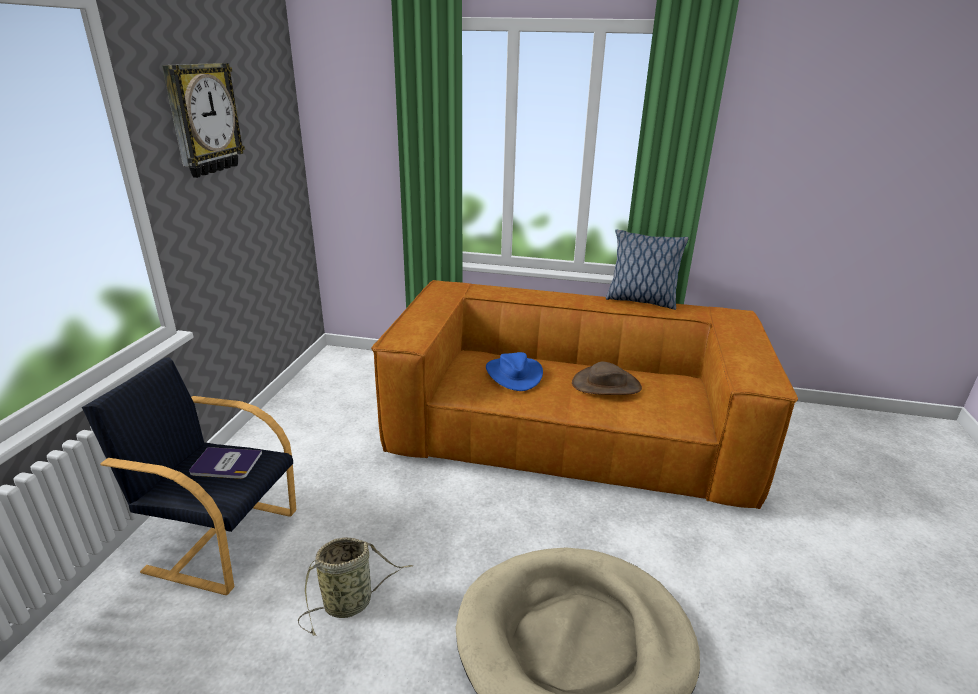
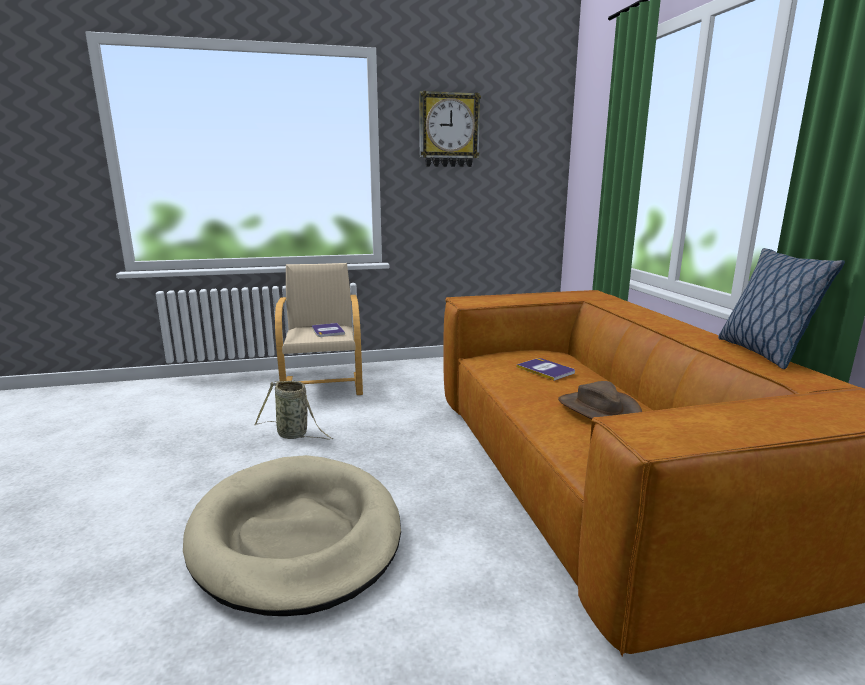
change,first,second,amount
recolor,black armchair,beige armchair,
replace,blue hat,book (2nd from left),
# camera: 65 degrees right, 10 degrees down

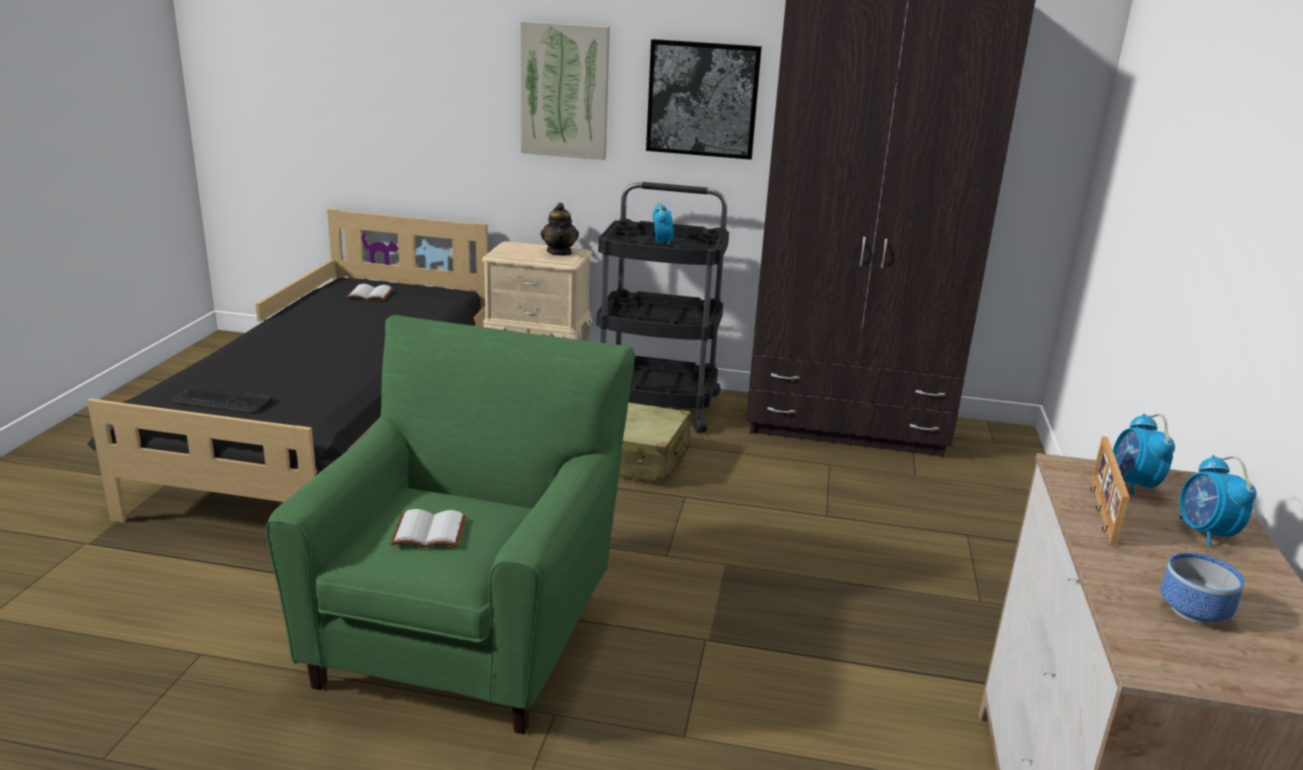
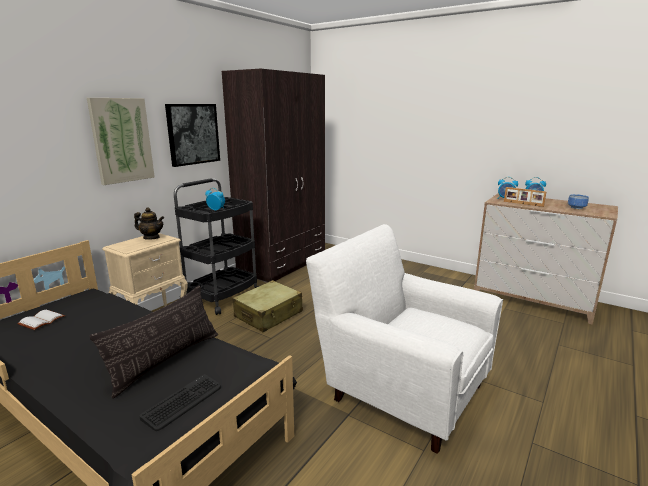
change,first,second,amount
recolor,green armchair,white armchair,
delete,white book (2nd from left),,
insert,,pillow,
# camera: 65 degrees left, 5 degrees down

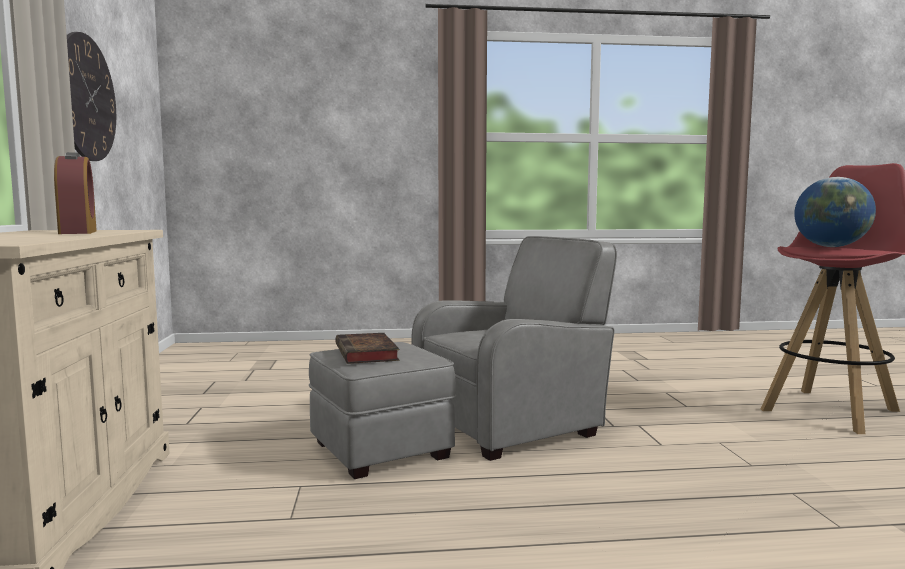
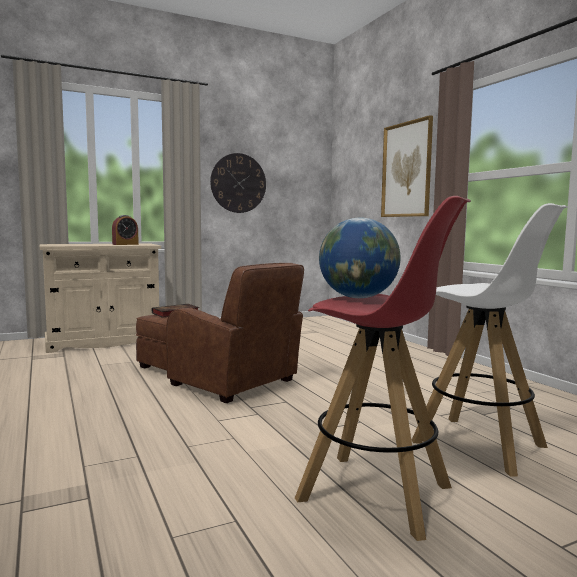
change,first,second,amount
recolor,grey armchair,brown armchair,
insert,,picture,
insert,,white stool,
# camera: 70 degrees right, 0 degrees up

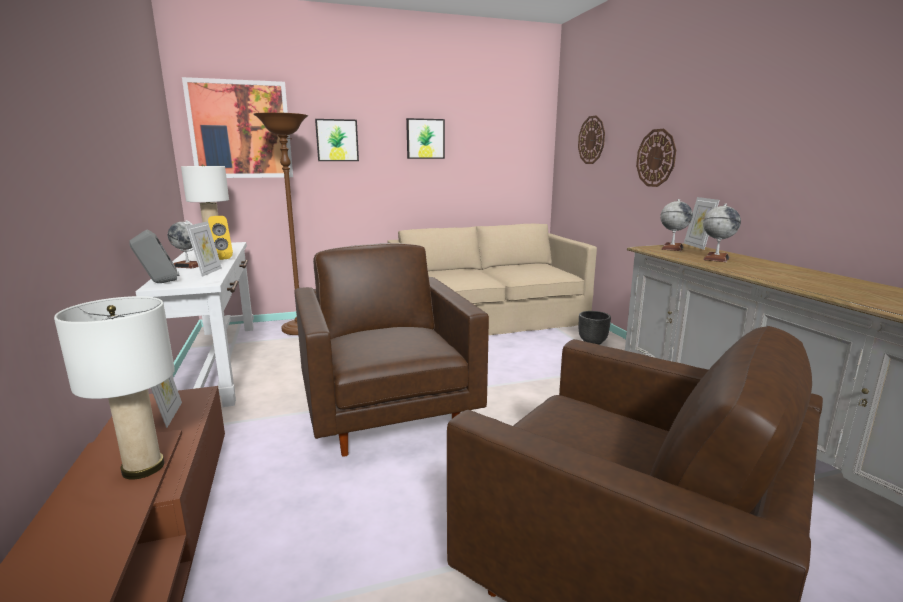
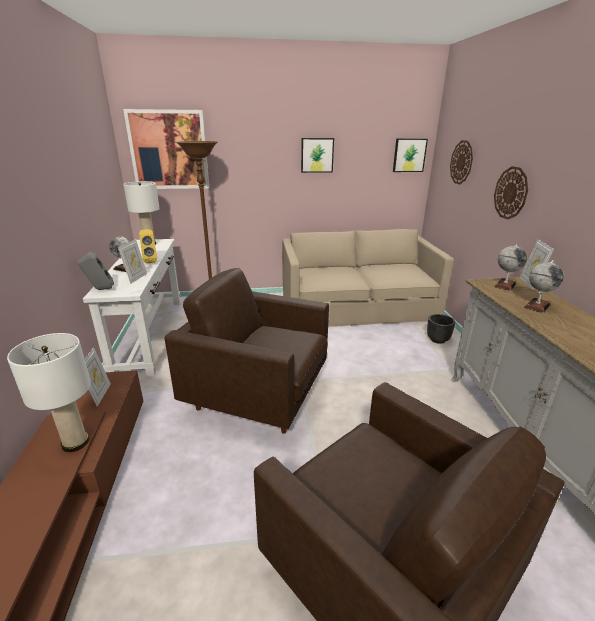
change,first,second,amount
rotate,brown armchair (1st from left),,60 degrees counterclockwise
move,picture (2nd from left in the first image),picture (3rd from left),
# camera: 10 degrees right, 10 degrees up

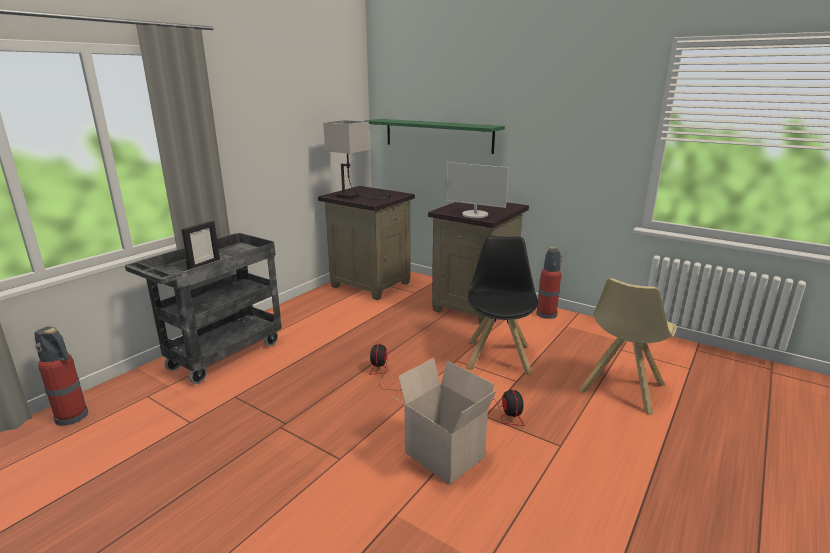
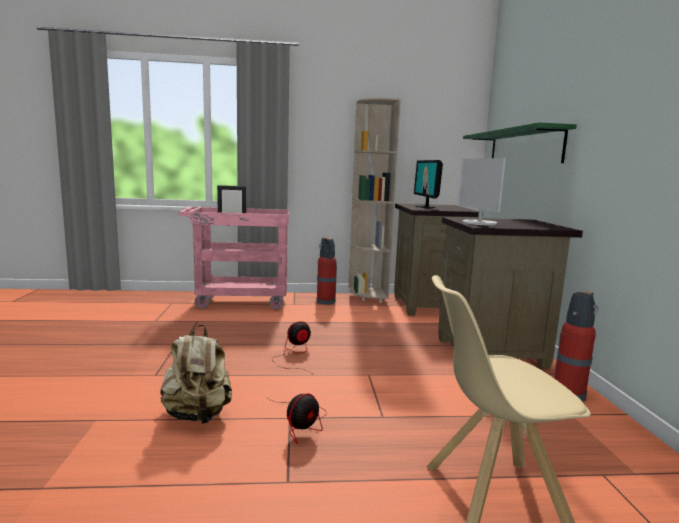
change,first,second,amount
move,fire extinguisher (1st from left),,
recolor,black cart,pink cart,
replace,table lamp,monitor (1st from left),
replace,cardboard box,beige backpack,
delete,black chair,,
insert,,beige bookcase,
# camera: 50 degrees right, 10 degrees down

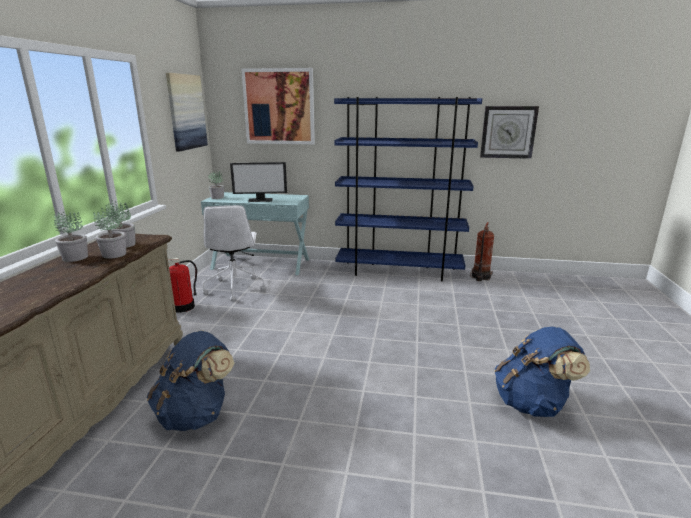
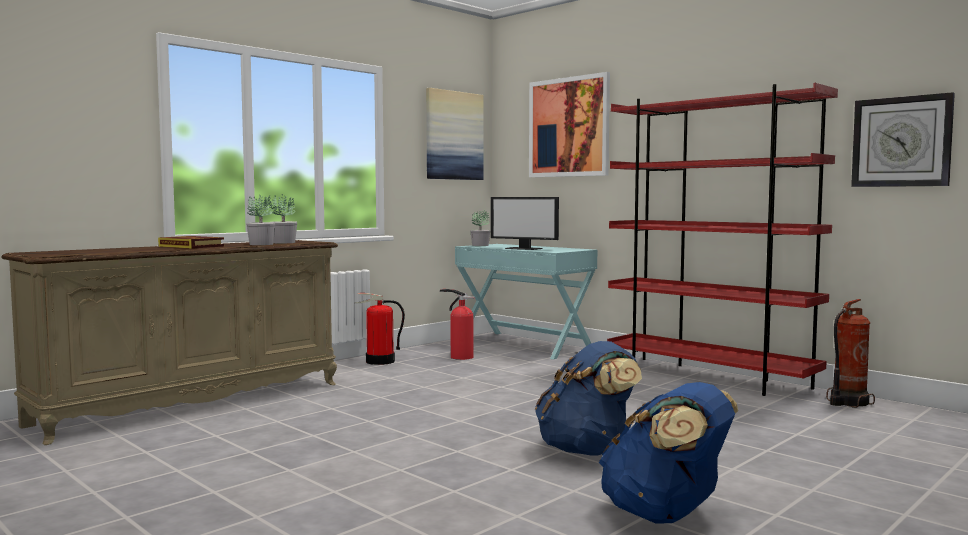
change,first,second,amount
delete,potted plant (1st from left),,
move,blue backpack (1st from left),,
replace,white office chair,fire extinguisher (2nd from left),
recolor,blue bookcase,red bookcase,
insert,,book,
# camera: 35 degrees right, 15 degrees down

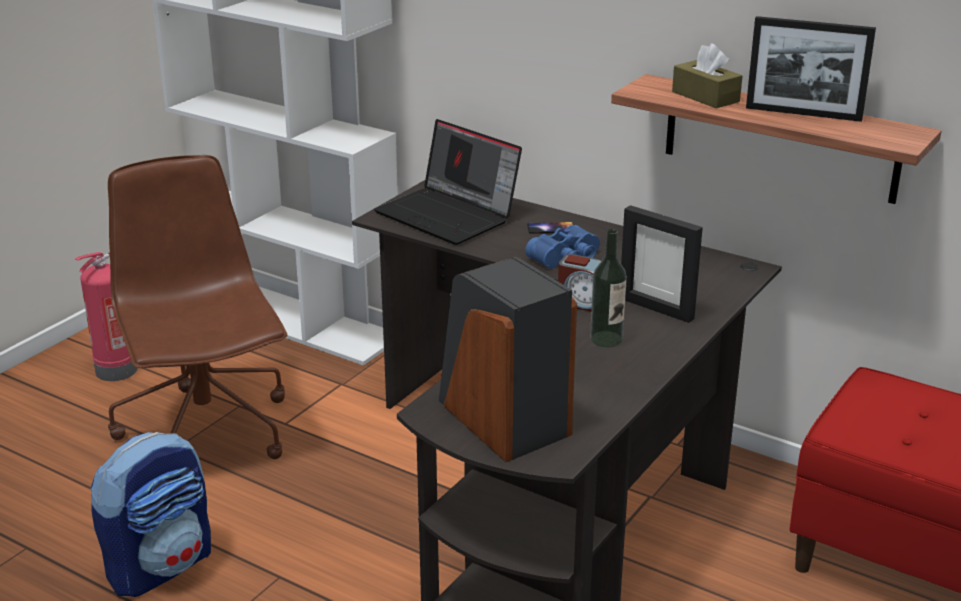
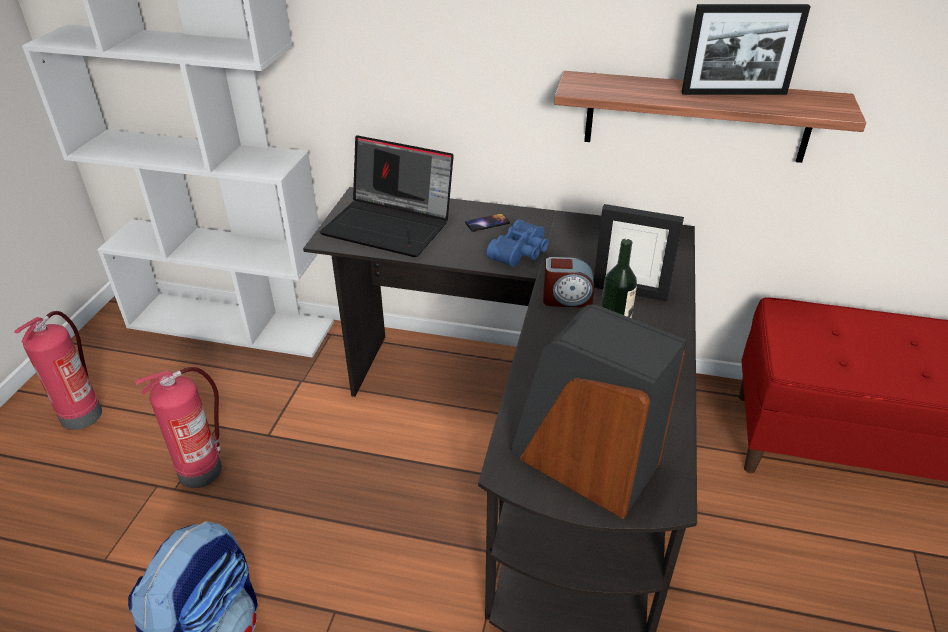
change,first,second,amount
replace,brown office chair,fire extinguisher (2nd from left),
delete,brown tissue box,,
# camera: 20 degrees left, 10 degrees up

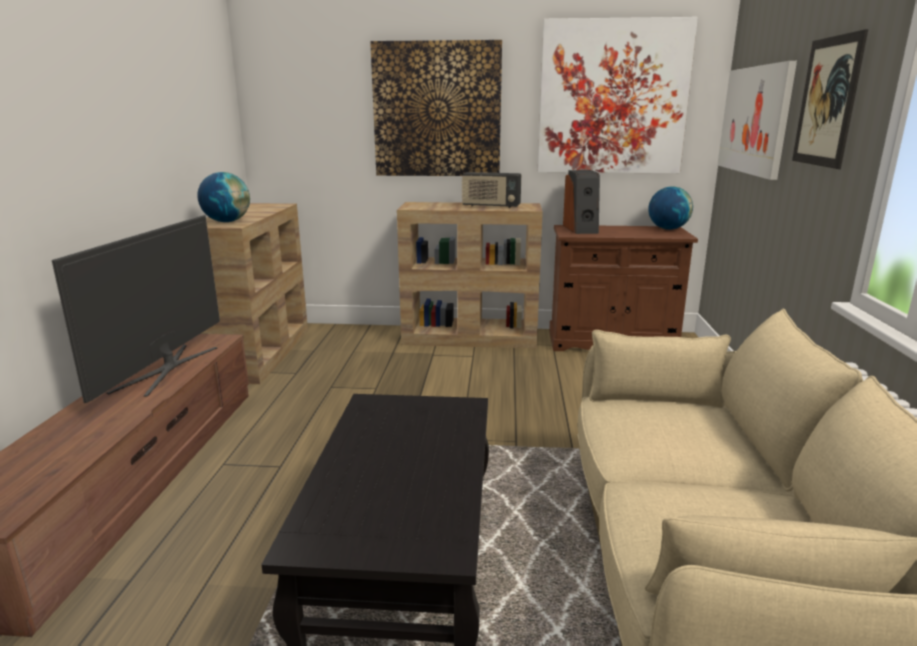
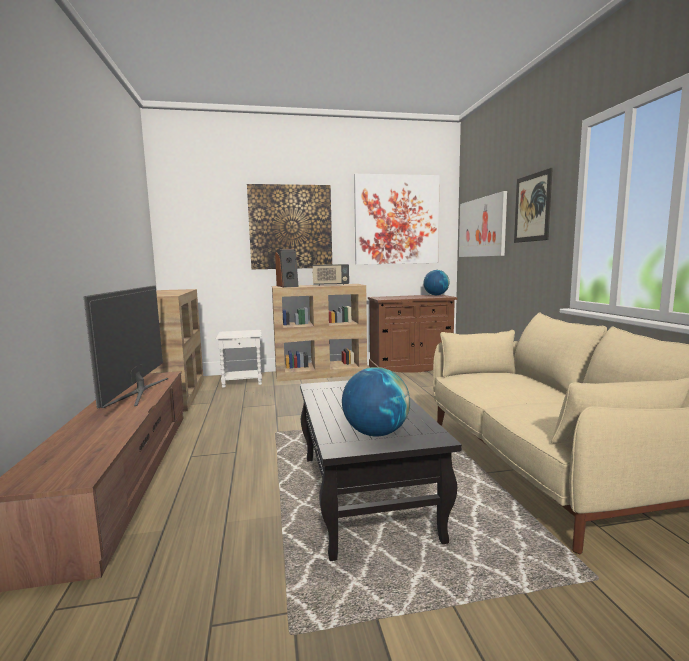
change,first,second,amount
move,globe (1st from left),,
move,speaker,,
insert,,white side table,
# camera: 15 degrees left, 10 degrees down

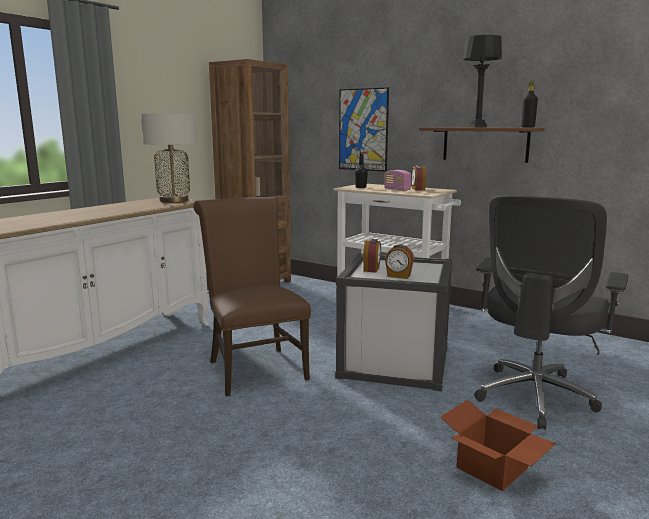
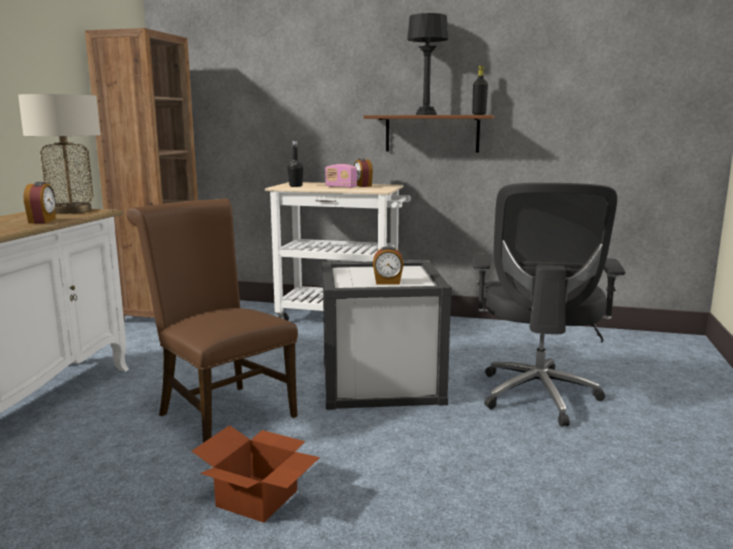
change,first,second,amount
delete,picture,,
move,alarm clock (1st from left),,
move,cardboard box,,
# camera: 20 degrees left, 0 degrees up

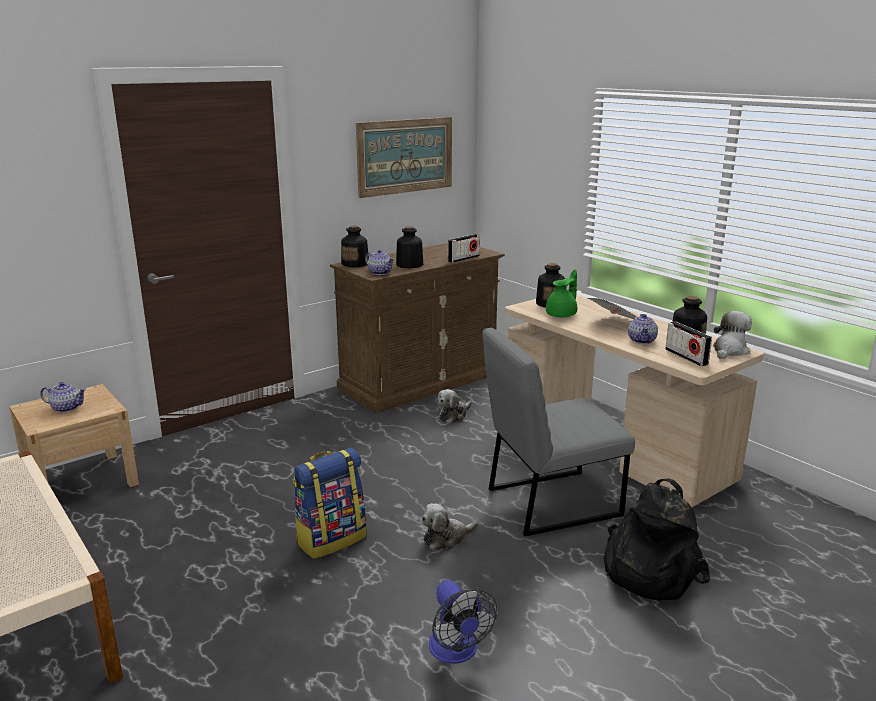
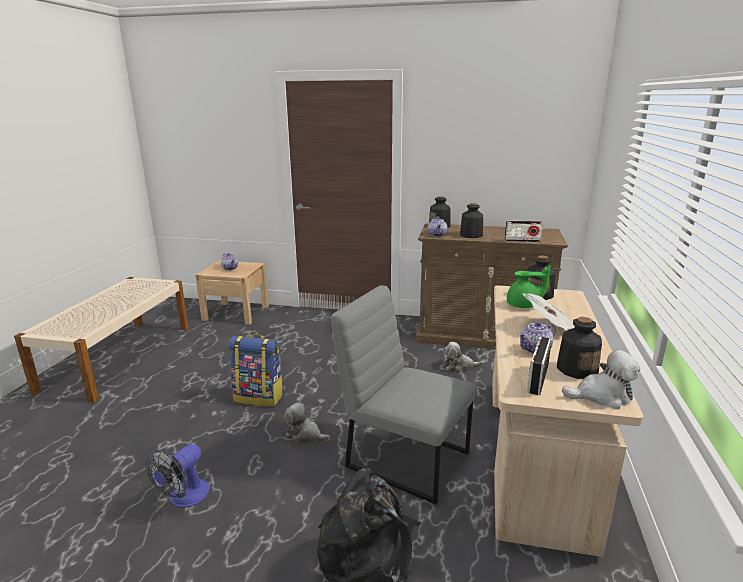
change,first,second,amount
delete,picture,,
# camera: 50 degrees right, 0 degrees up

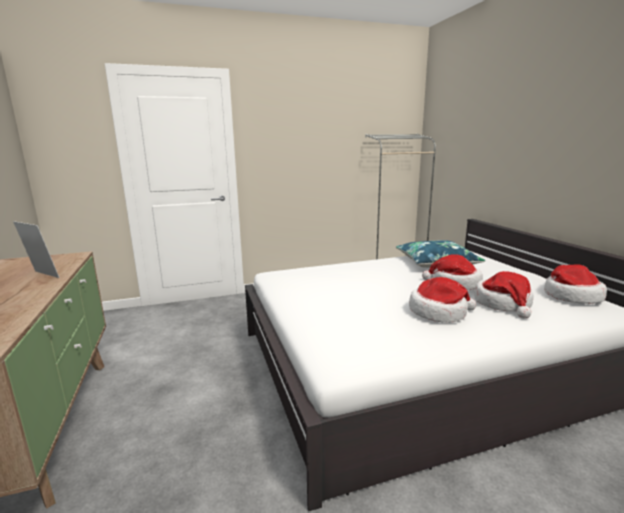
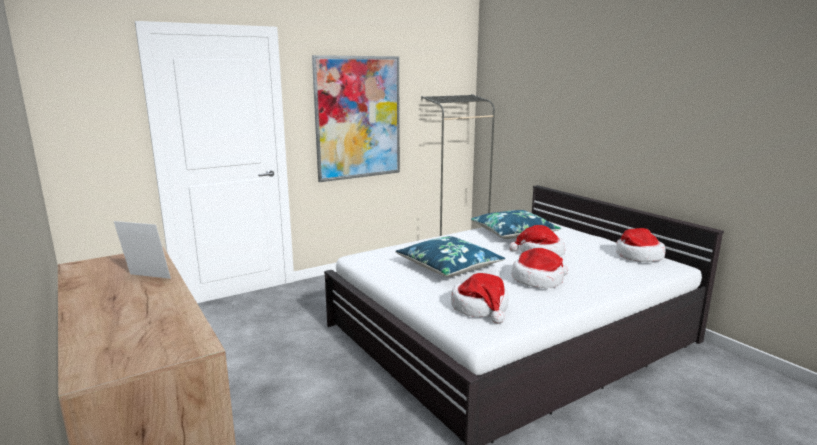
change,first,second,amount
move,hat (3rd from left in the first image),hat (1st from left),
insert,,picture,
insert,,blue pillow (1st from left),
# camera: 15 degrees left, 0 degrees up

